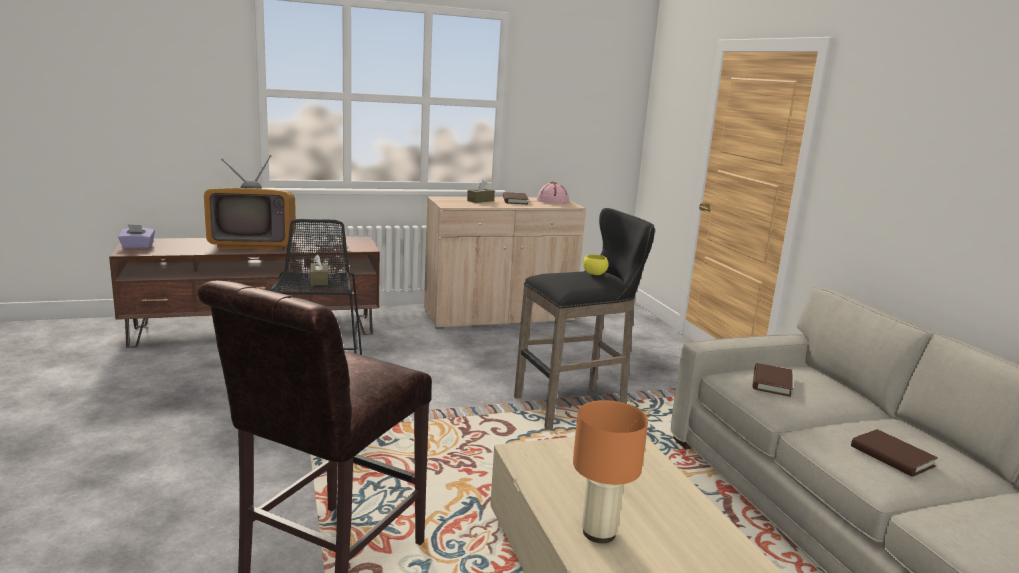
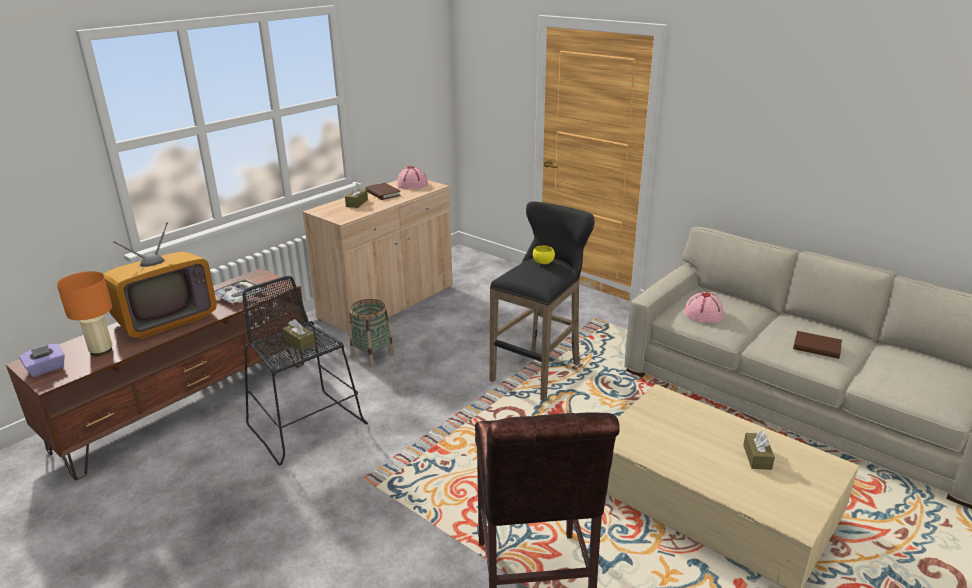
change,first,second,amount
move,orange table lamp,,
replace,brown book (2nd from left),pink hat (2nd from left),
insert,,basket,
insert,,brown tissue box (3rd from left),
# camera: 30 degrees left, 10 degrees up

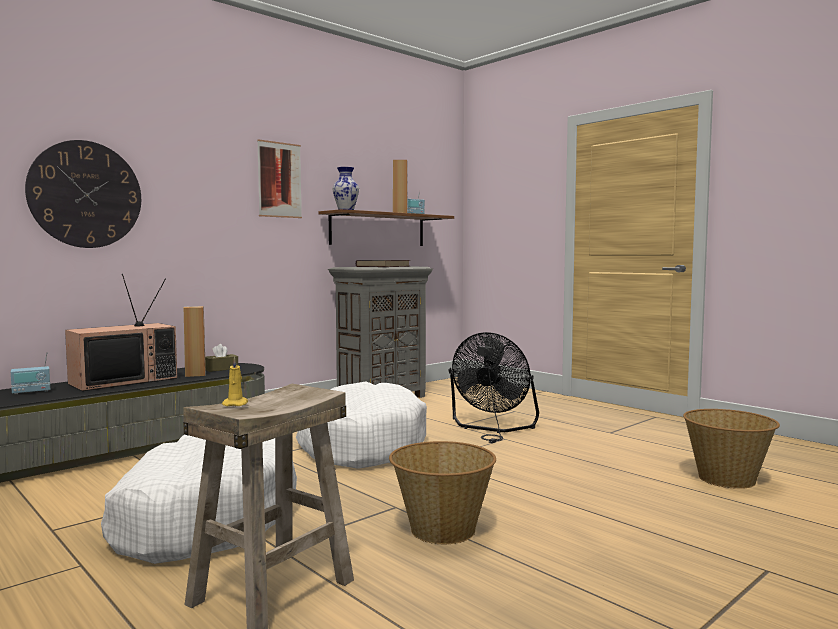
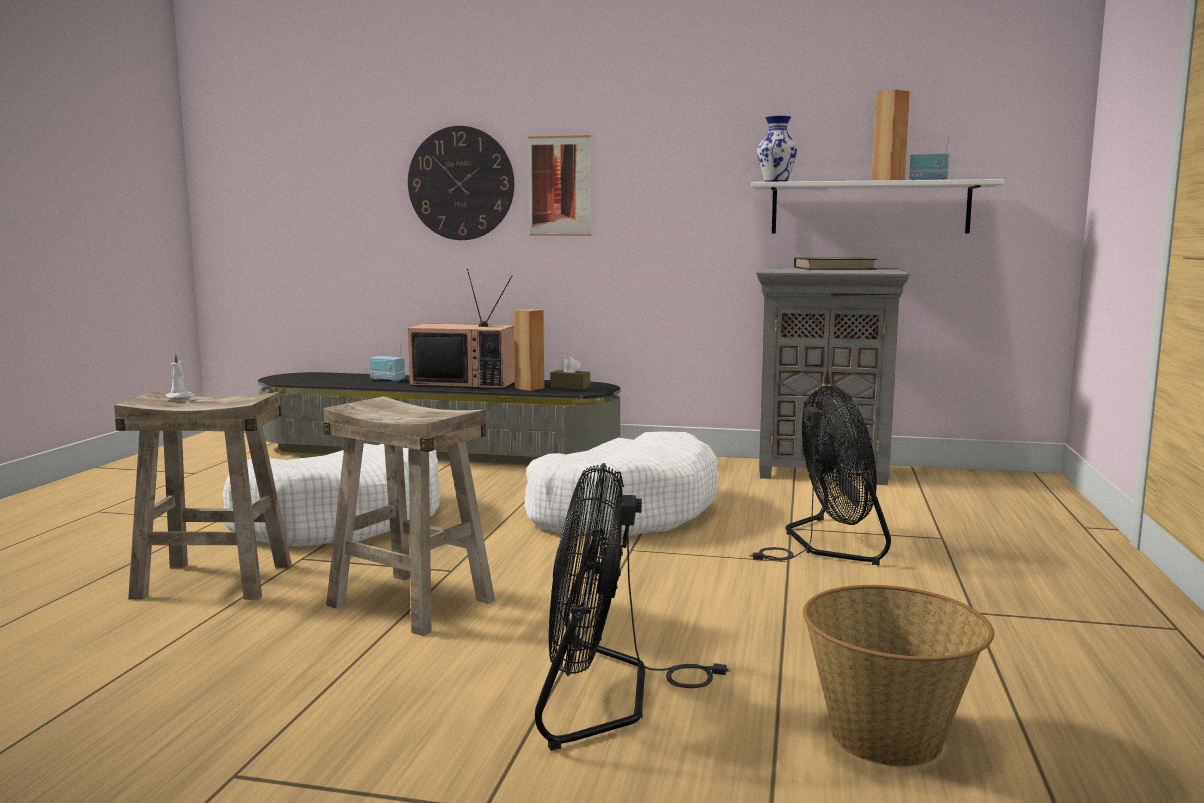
change,first,second,amount
recolor,yellow candle,white candle,
move,picture,,
recolor,brown shelf,white shelf,
replace,basket (1st from left),beige stool (2nd from left),
insert,,black fan (1st from left),
# camera: 55 degrees right, 5 degrees up

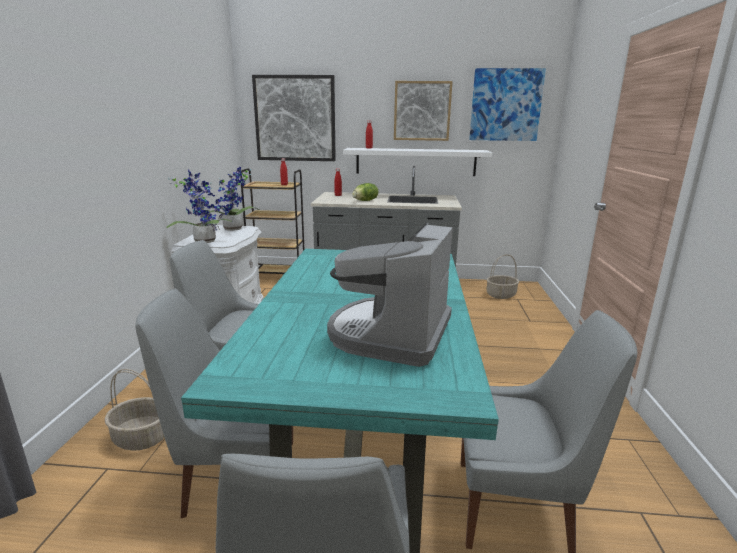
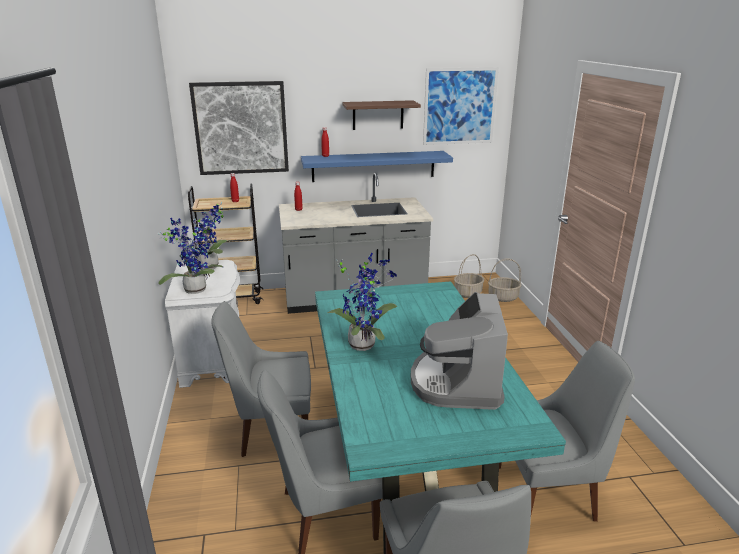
change,first,second,amount
move,basket (1st from left in the first image),basket (2nd from left),
recolor,white shelf,blue shelf,
delete,lettuce,,
replace,picture (2nd from left),brown shelf,
insert,,potted plant (3rd from left),
# camera: 15 degrees left, 5 degrees up

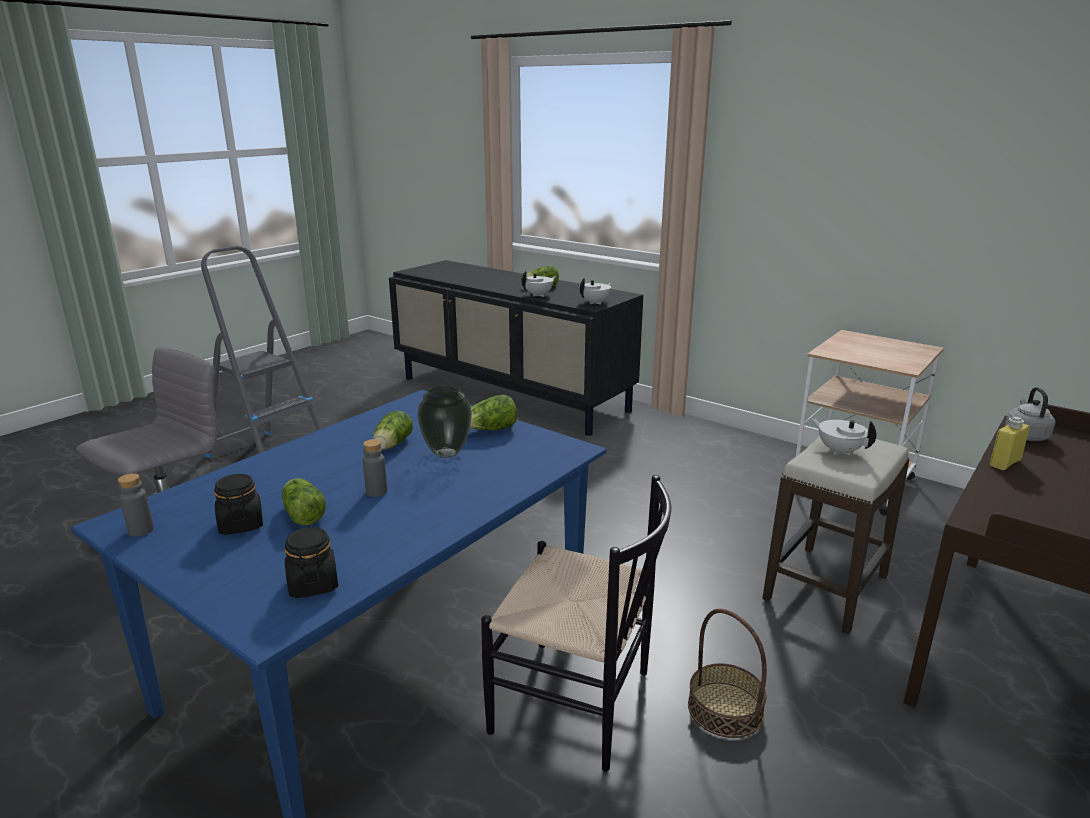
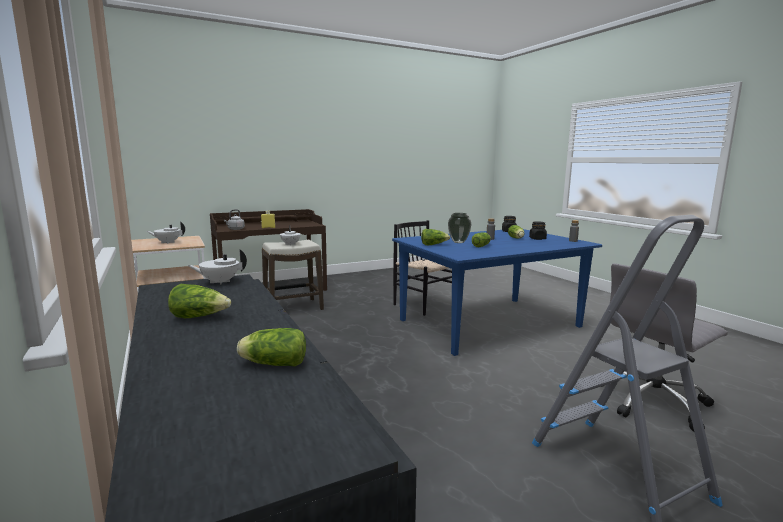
change,first,second,amount
move,white teapot (1st from left),,
delete,basket,,
insert,,lettuce (2nd from left),
# camera: 155 degrees left, 10 degrees down

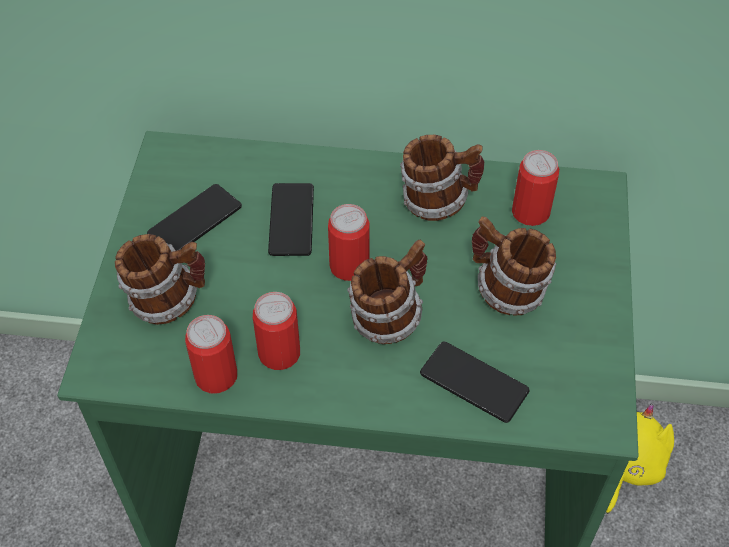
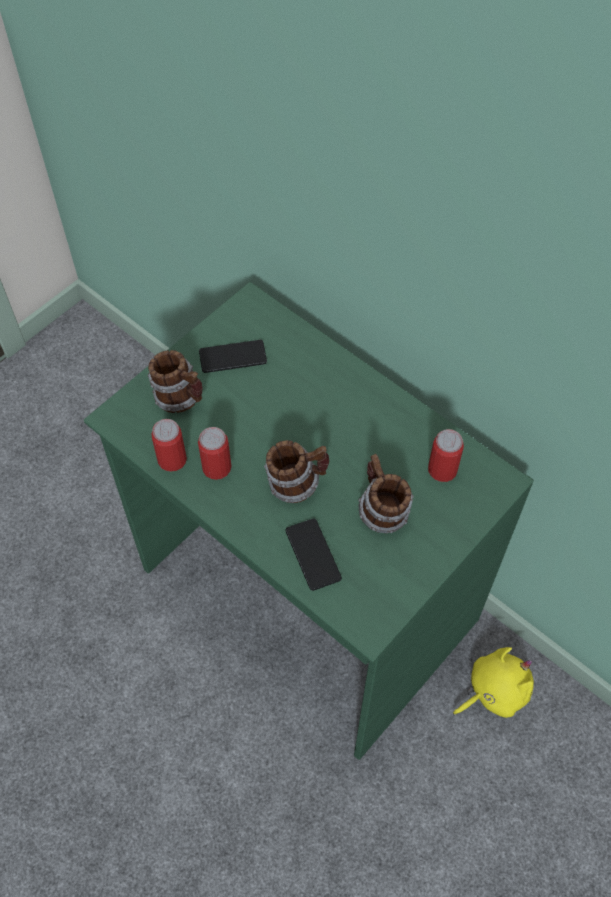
change,first,second,amount
delete,phone (2nd from left),,
delete,can (3rd from left),,
delete,mug (3rd from left),,
# camera: 35 degrees right, 5 degrees up

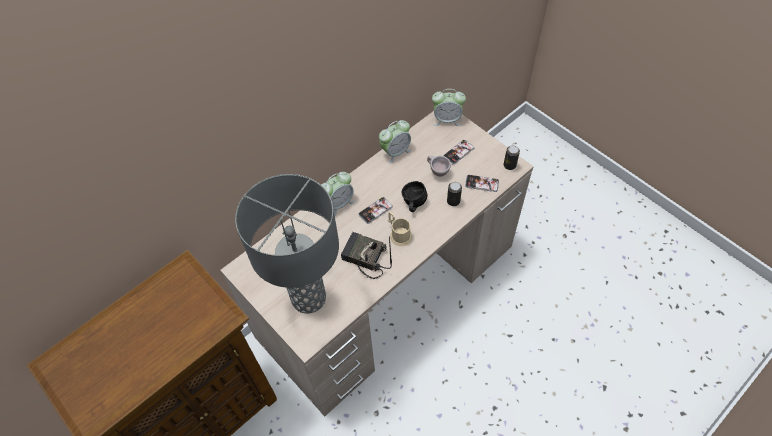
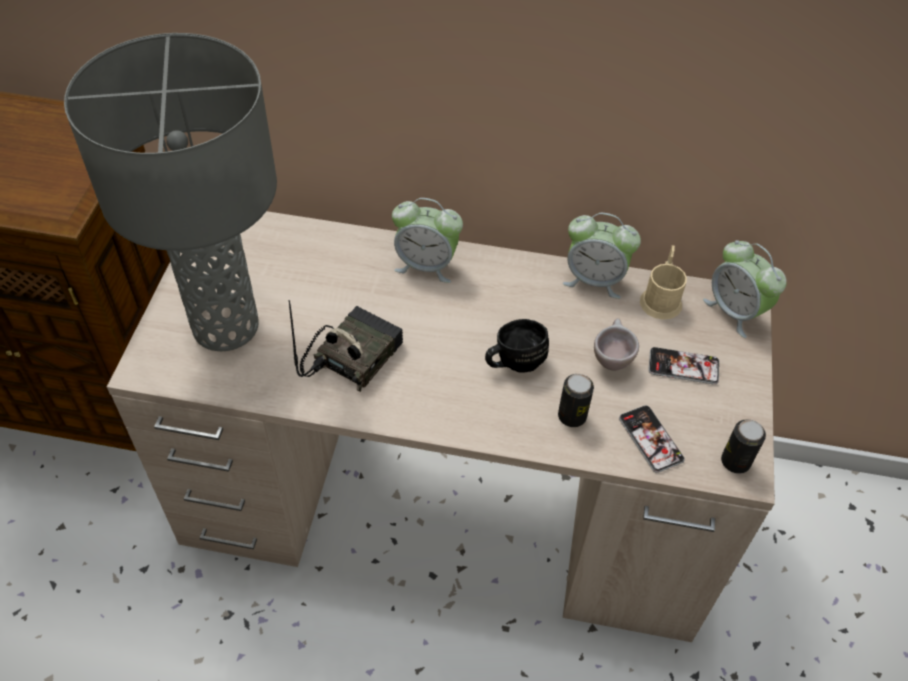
change,first,second,amount
rotate,radio,,45 degrees clockwise
delete,phone (1st from left),,
move,beige mug,,
# camera: 50 degrees right, 5 degrees down

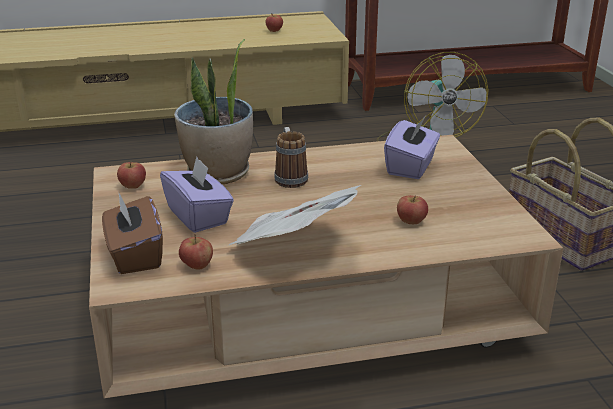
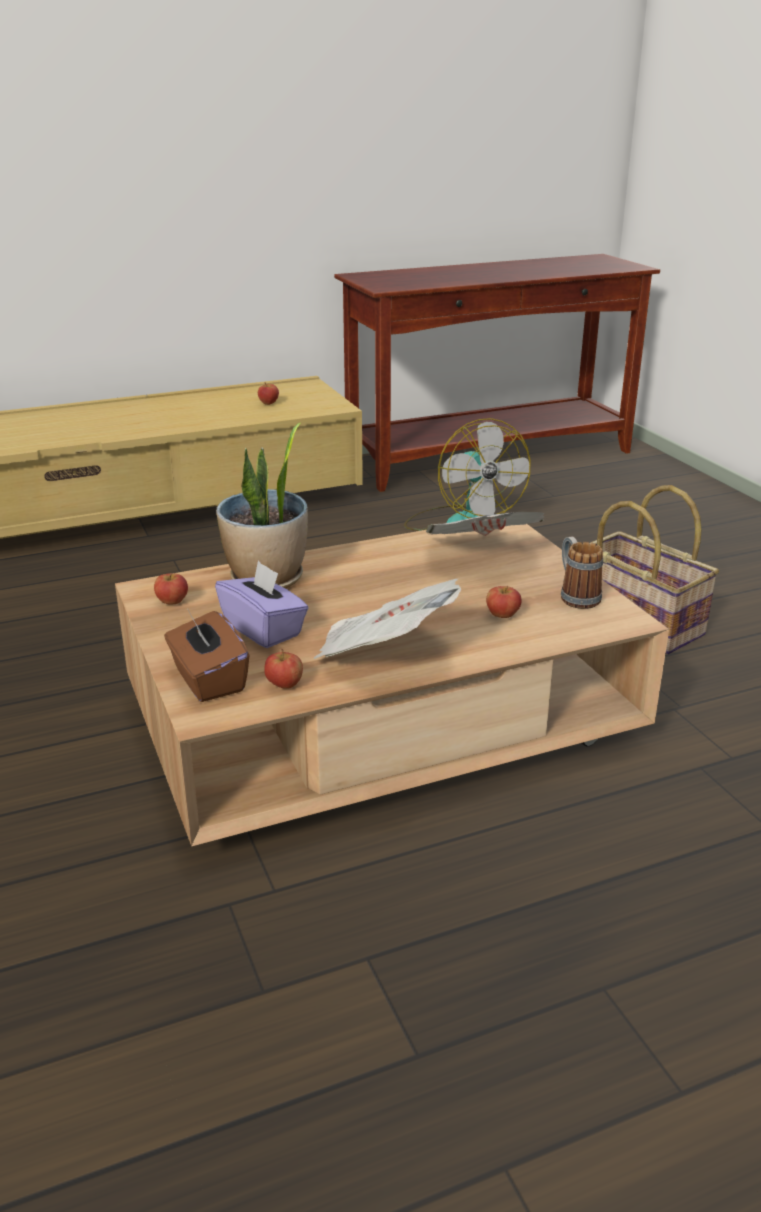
change,first,second,amount
move,mug,,
replace,purple tissue box (2nd from left),newspaper (2nd from left),
# camera: 10 degrees left, 0 degrees up

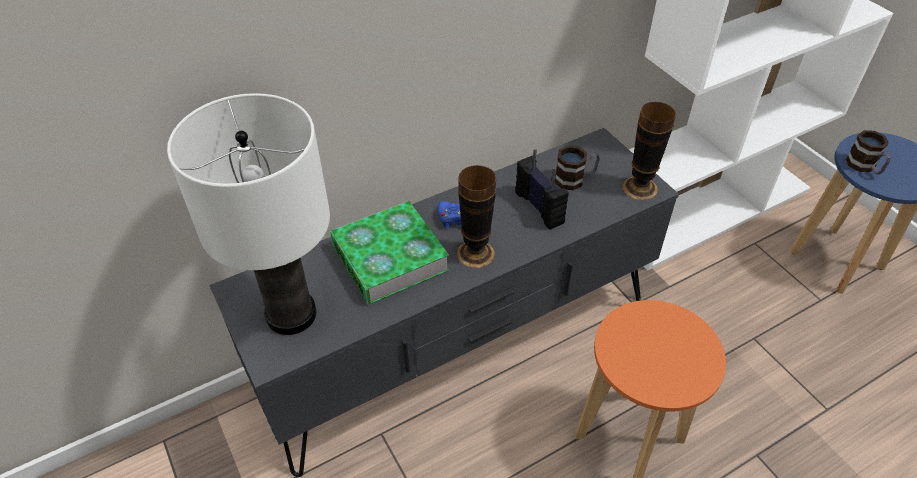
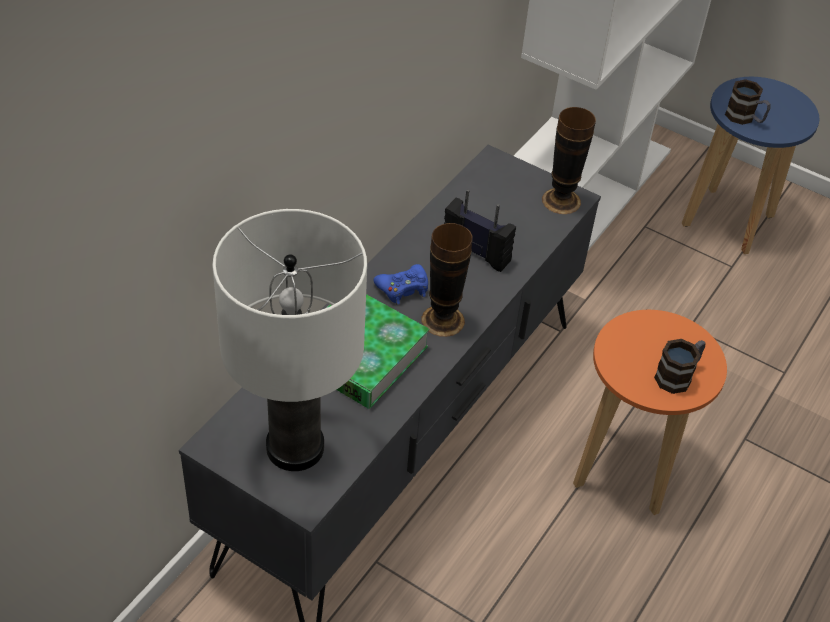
change,first,second,amount
move,mug (1st from left),,
# camera: 30 degrees left, 0 degrees up

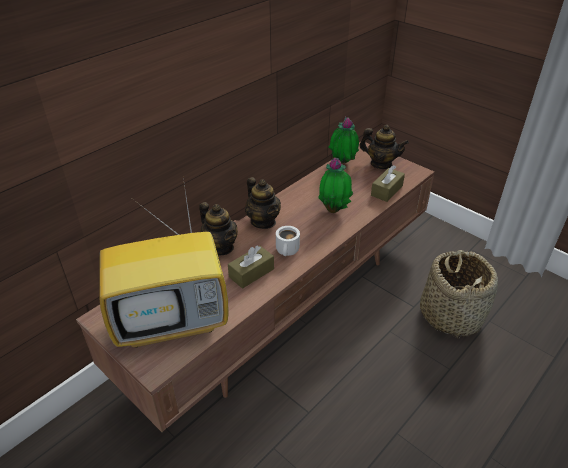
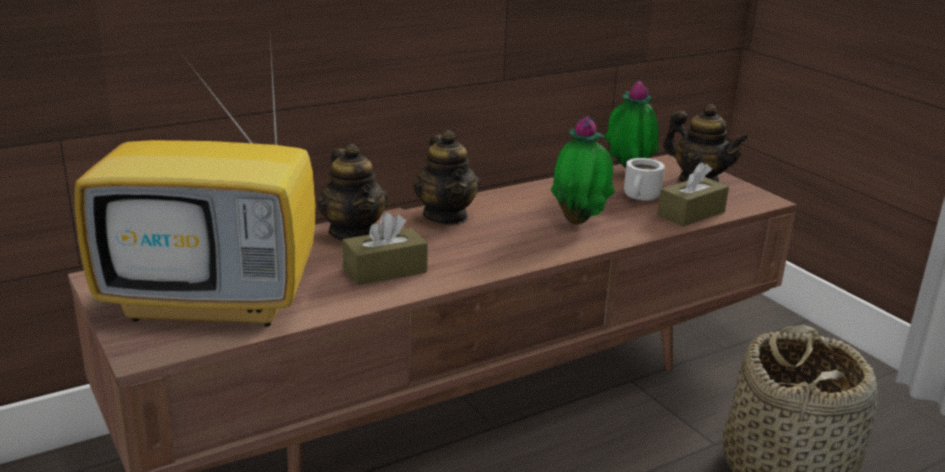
change,first,second,amount
move,white mug,,
# camera: 15 degrees right, 15 degrees down

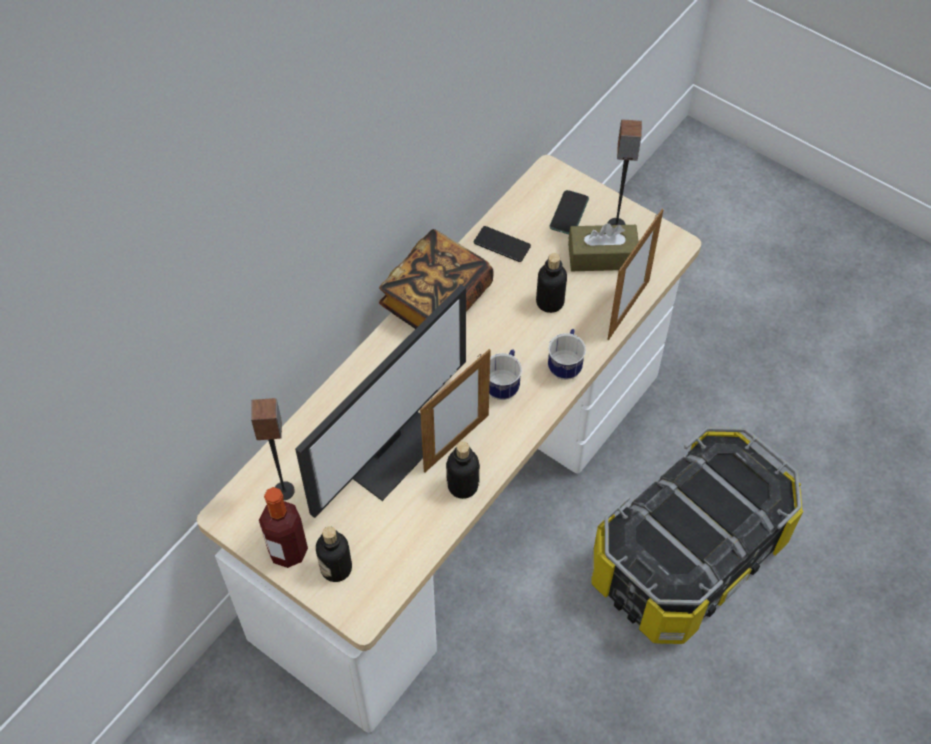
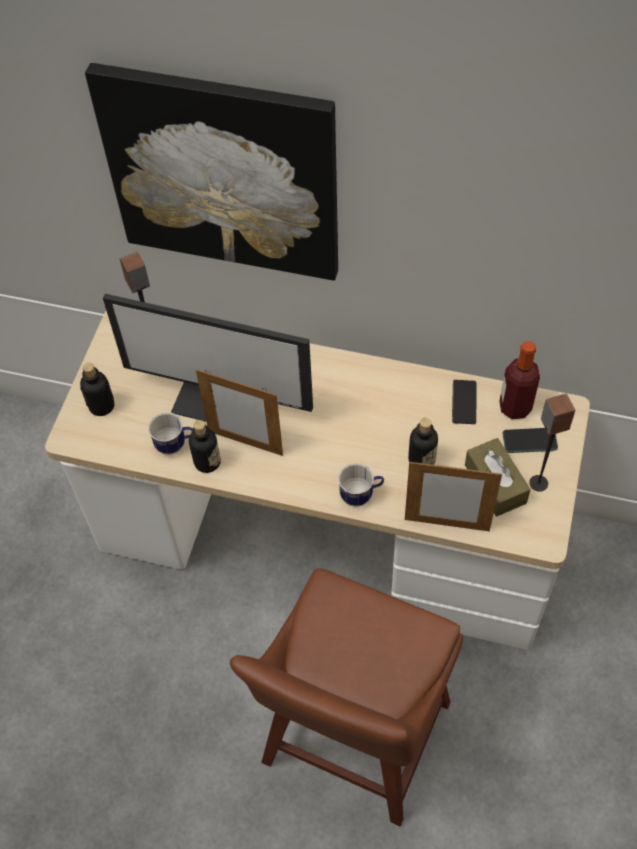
change,first,second,amount
move,bottle (1st from left in the first image),bottle (4th from left),
delete,book,,
move,mug (1st from left),,
replace,storage box,brown chair,
insert,,picture,
# camera: 70 degrees right, 0 degrees up

